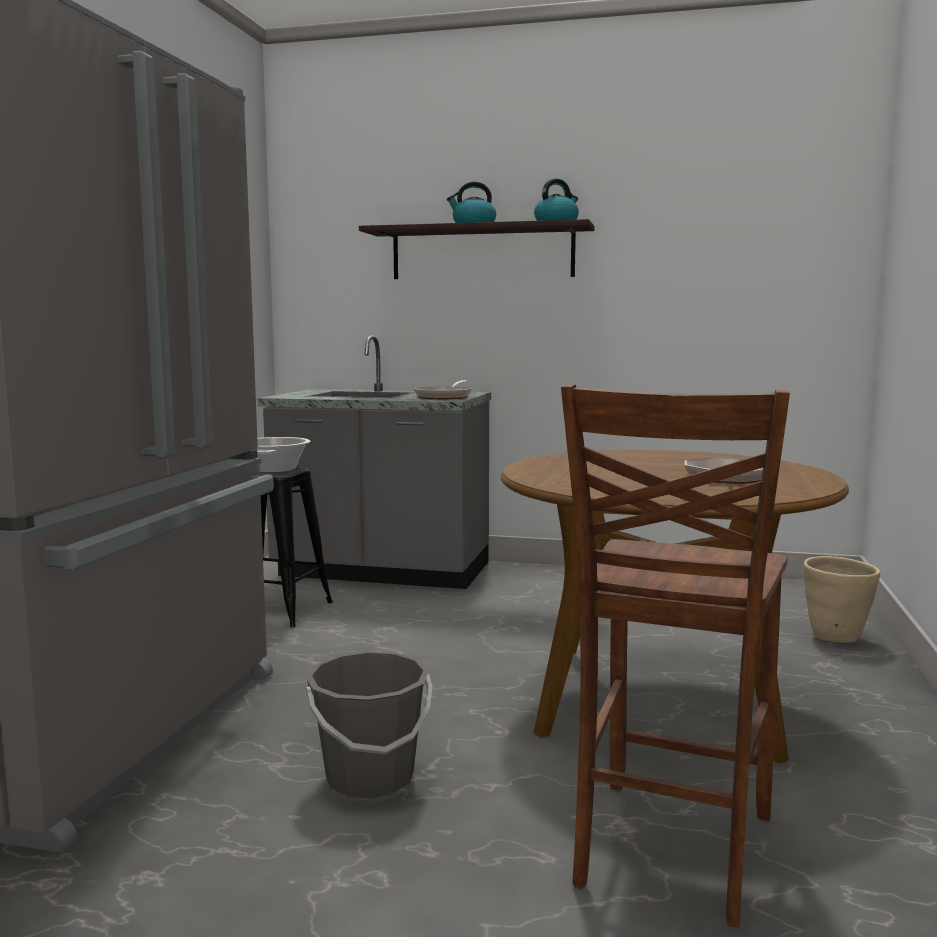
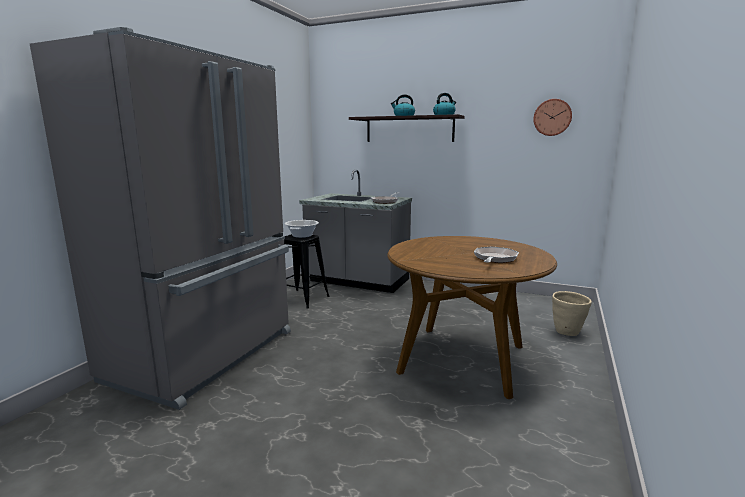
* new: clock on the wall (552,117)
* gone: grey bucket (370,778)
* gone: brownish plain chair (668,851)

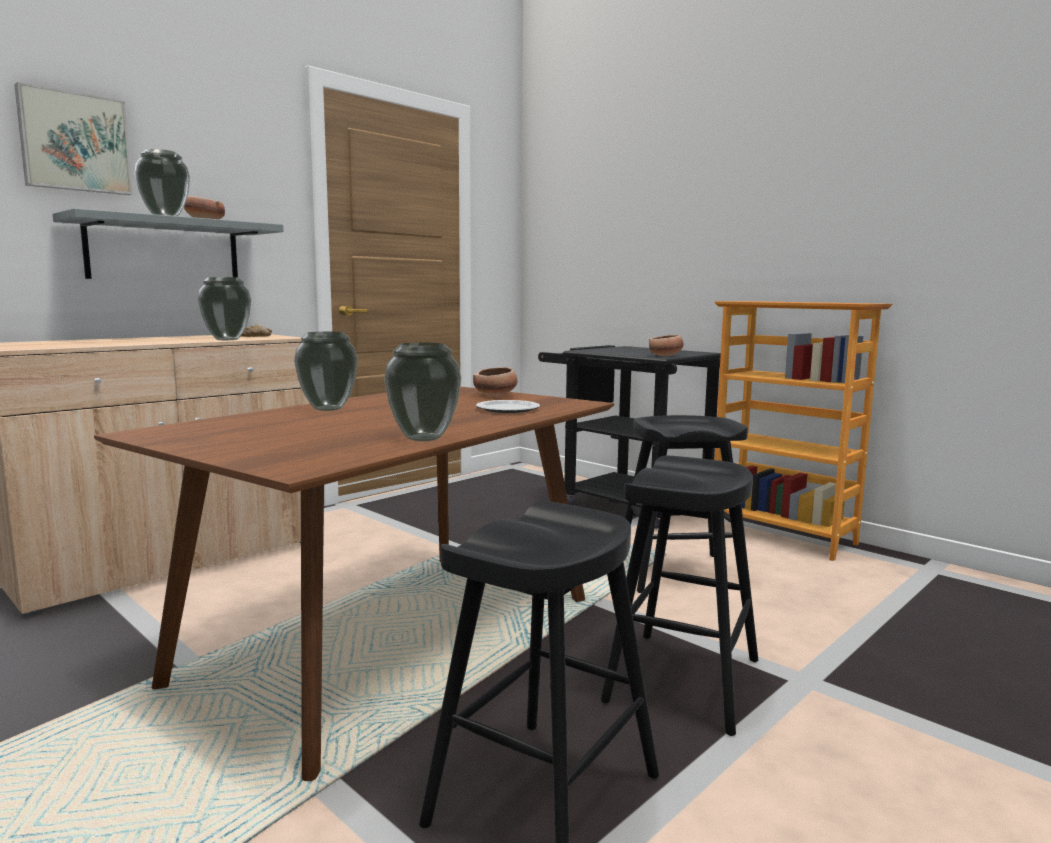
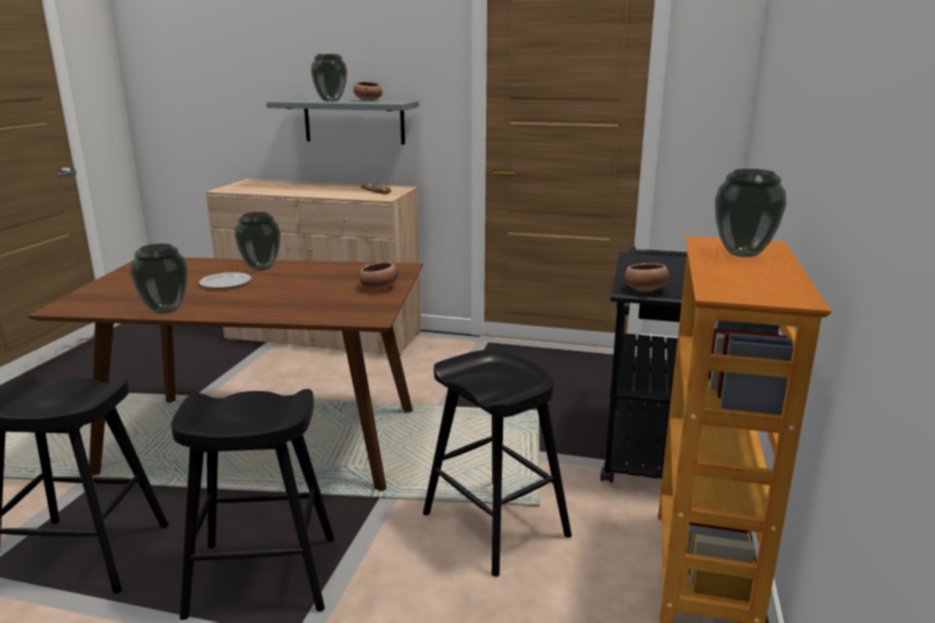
* shifted: plate (508,409) to (226,283)
* shifted: flower vase (228,339) to (744,254)
* gone: wall picture (74,142)

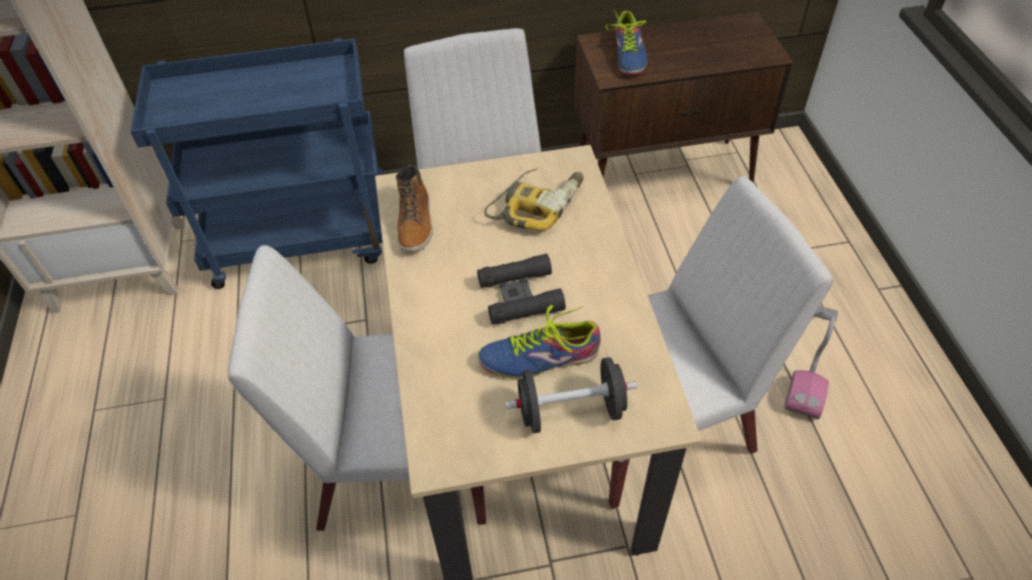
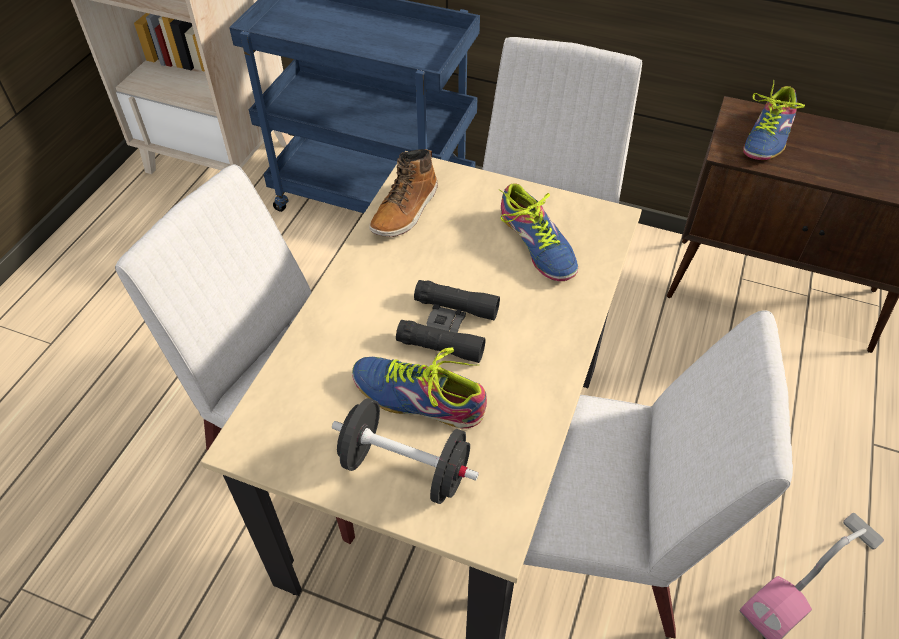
* swapped: drill (537,204) to shoe (537,244)

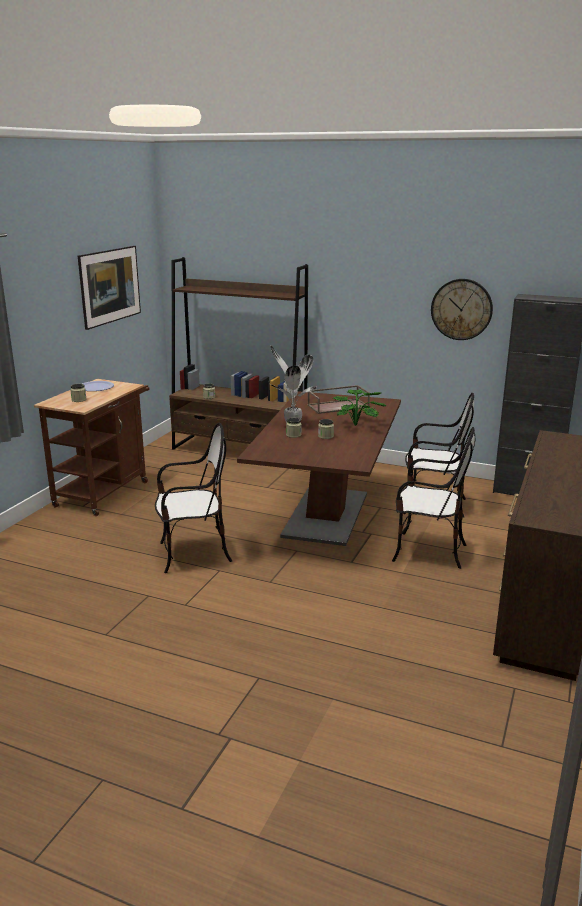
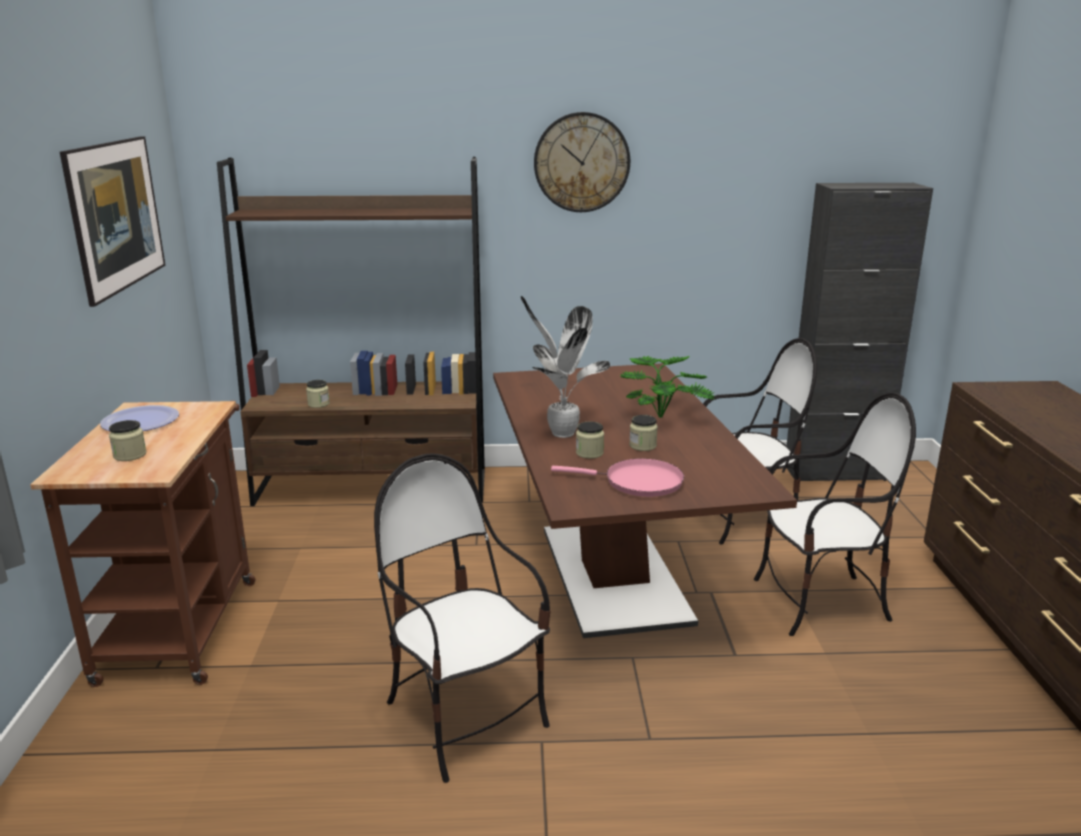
* rotated: plain chair (194,554) = (464,718) 90 degrees counterclockwise
* shifted: clock on the wall (461,309) to (581,162)
* new: pinkish skillet (638,482)
* gone: brownish serving tray (338,406)

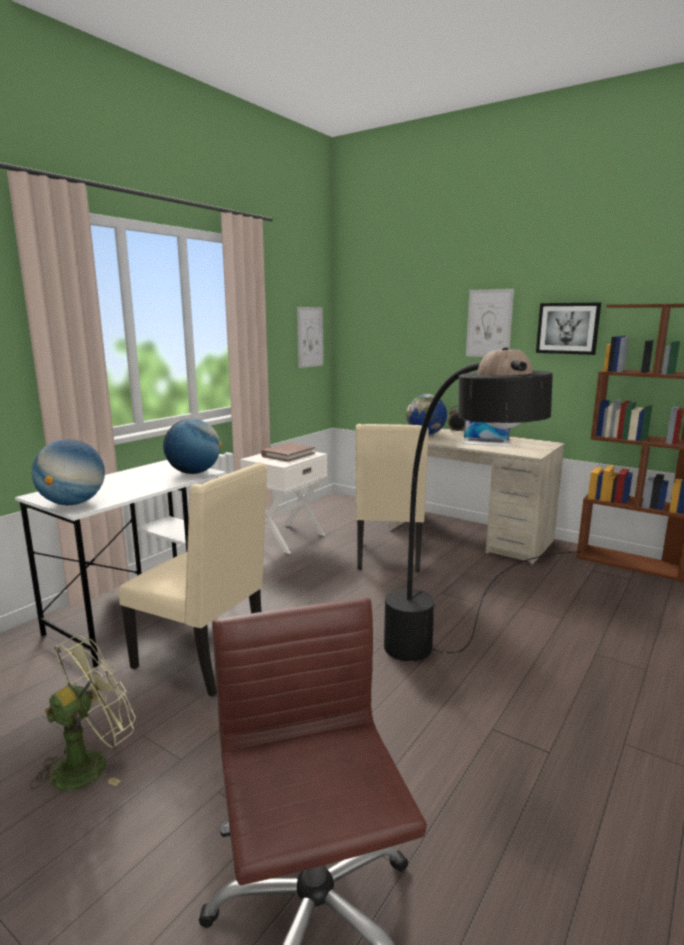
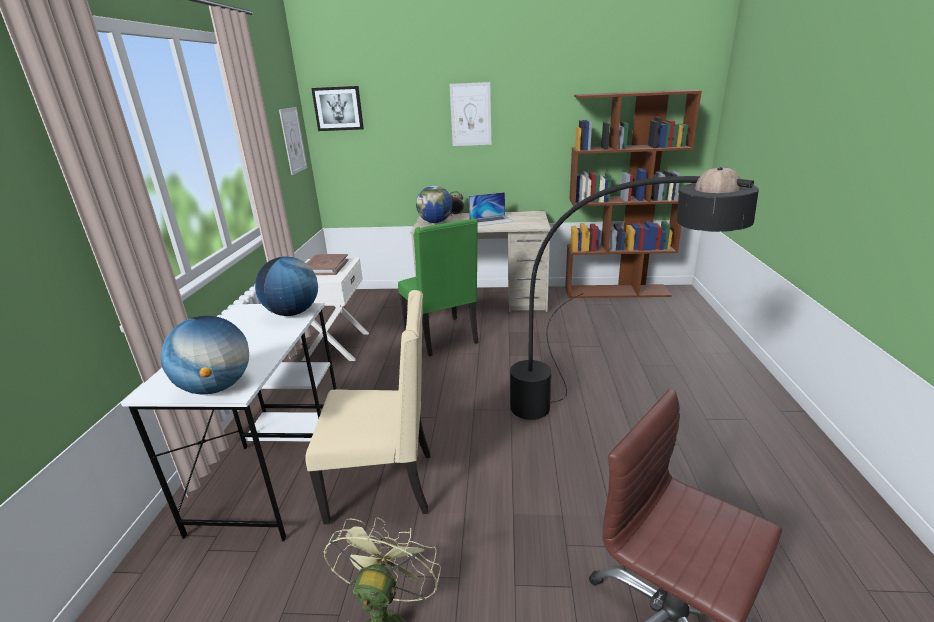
* shifted: wall picture (568,328) to (338,108)
* repainted: beige-coloured plain chair (389,557) to greenish plain chair (442,337)

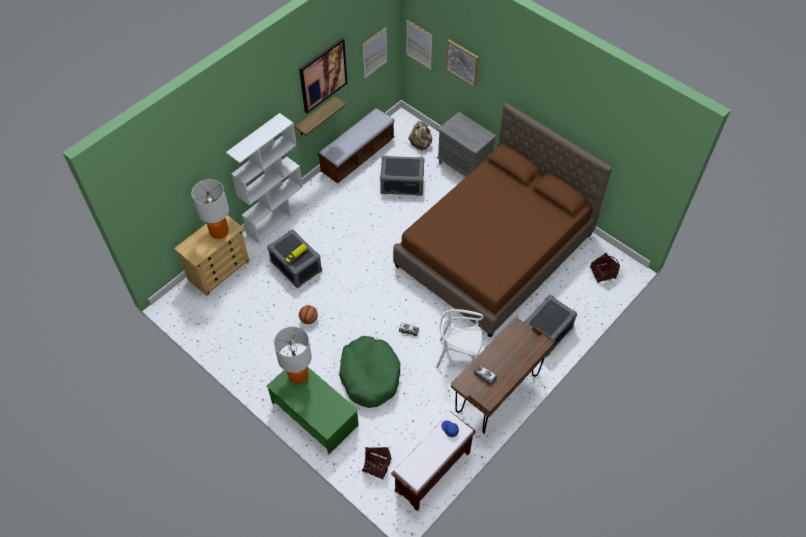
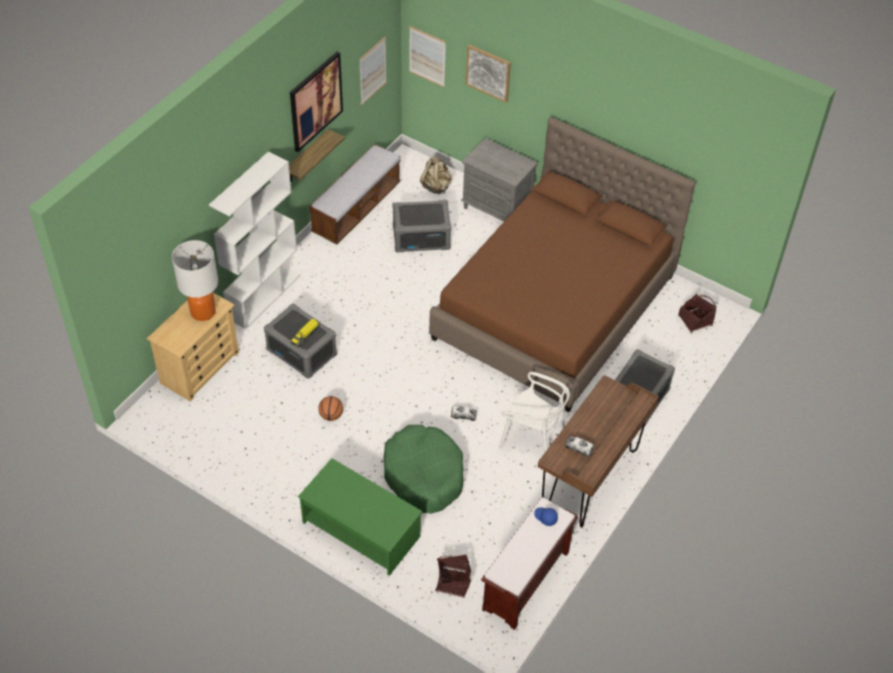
* rotated: white plain chair (458,356) = (533,439) 150 degrees counterclockwise
* gone: table lamp (298,375)

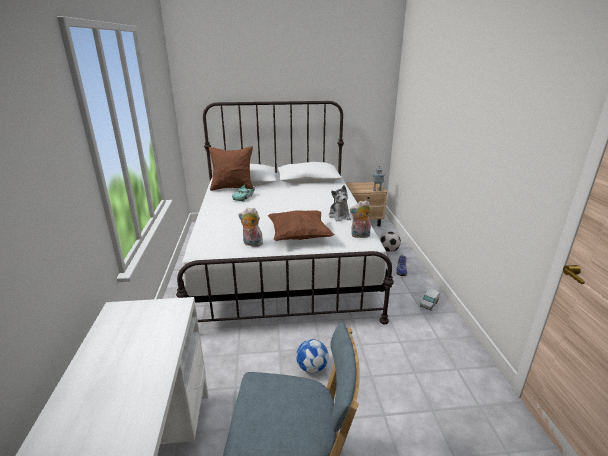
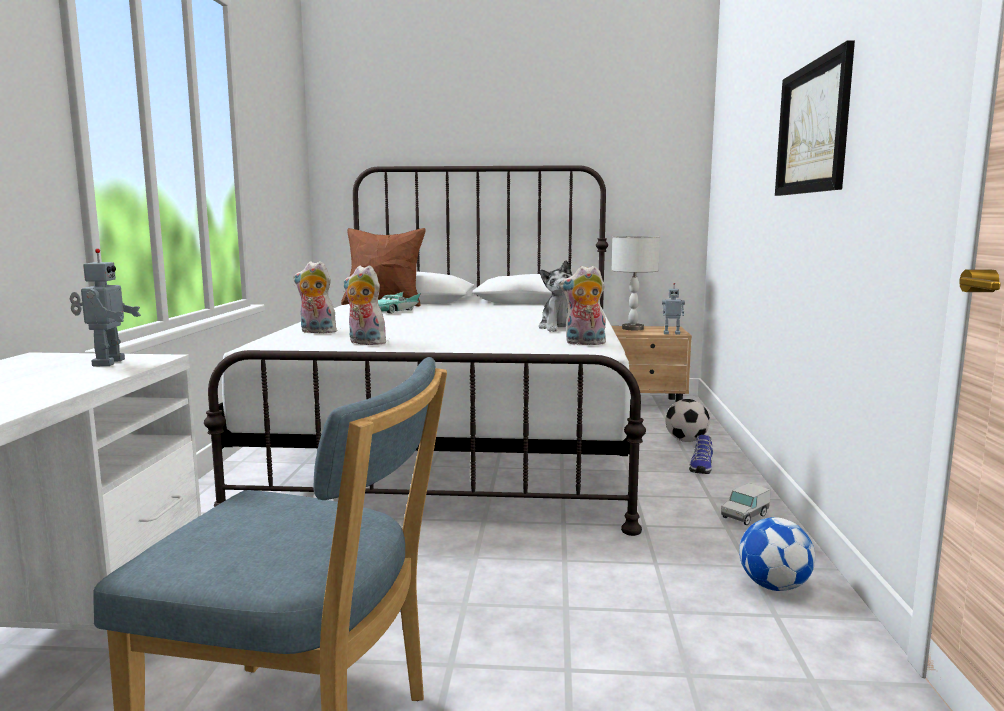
* new: model robot (106,363)
* new: cuddly toy (316,332)
* new: grey table lamp (633,328)
* shifted: football (312,367) to (774,586)
* new: wall picture (813,128)
* gone: brownish throw pillow (299,236)

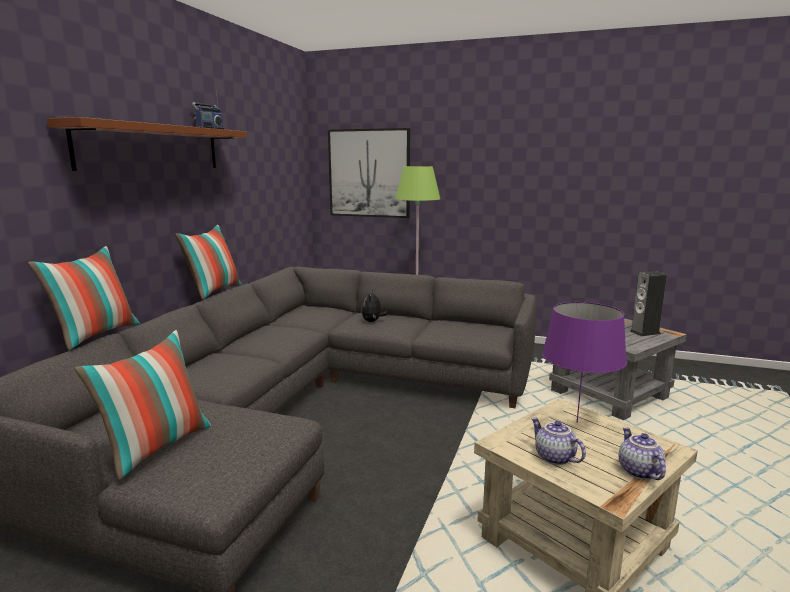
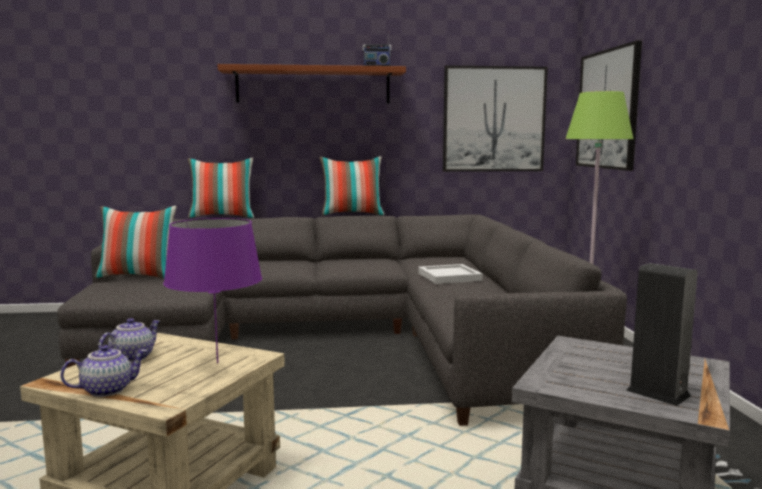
* swapped: cuddly toy (372,321) to white serving tray (449,277)
* new: wall picture (494,119)

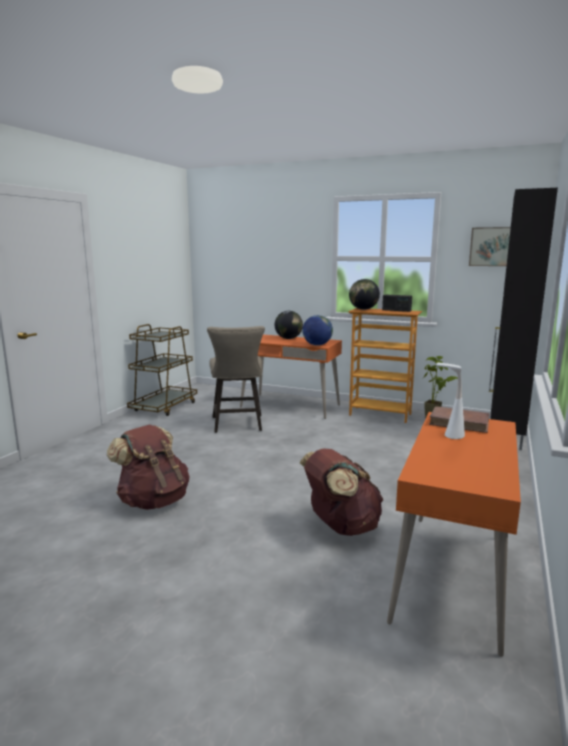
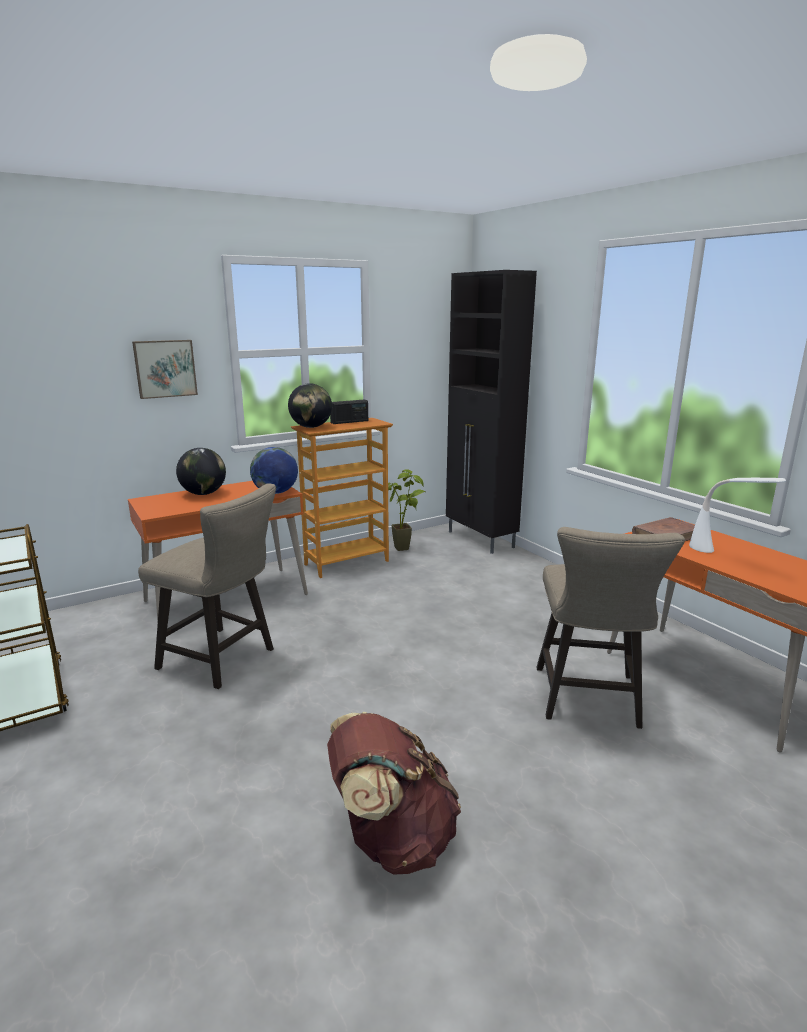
* shifted: wall picture (490,246) to (165,368)
* swapped: brownish backpack (341,526) to beige-coloured stool (589,702)

